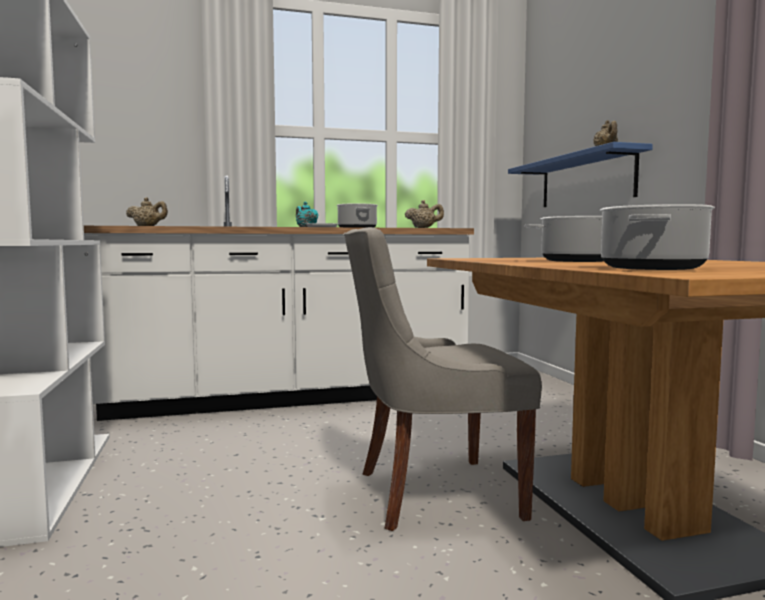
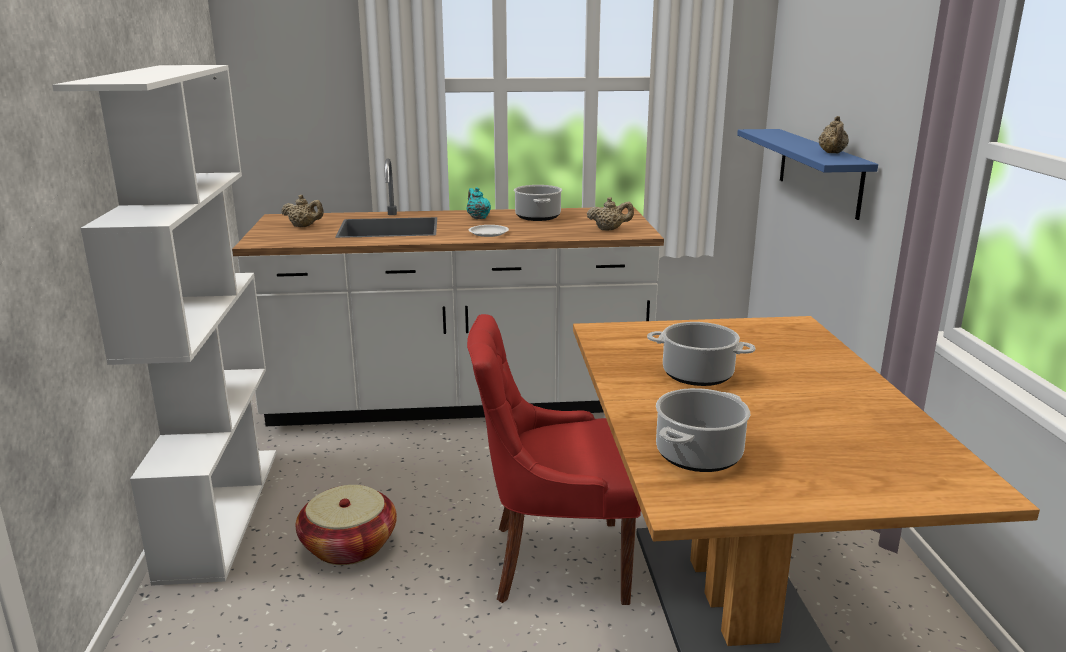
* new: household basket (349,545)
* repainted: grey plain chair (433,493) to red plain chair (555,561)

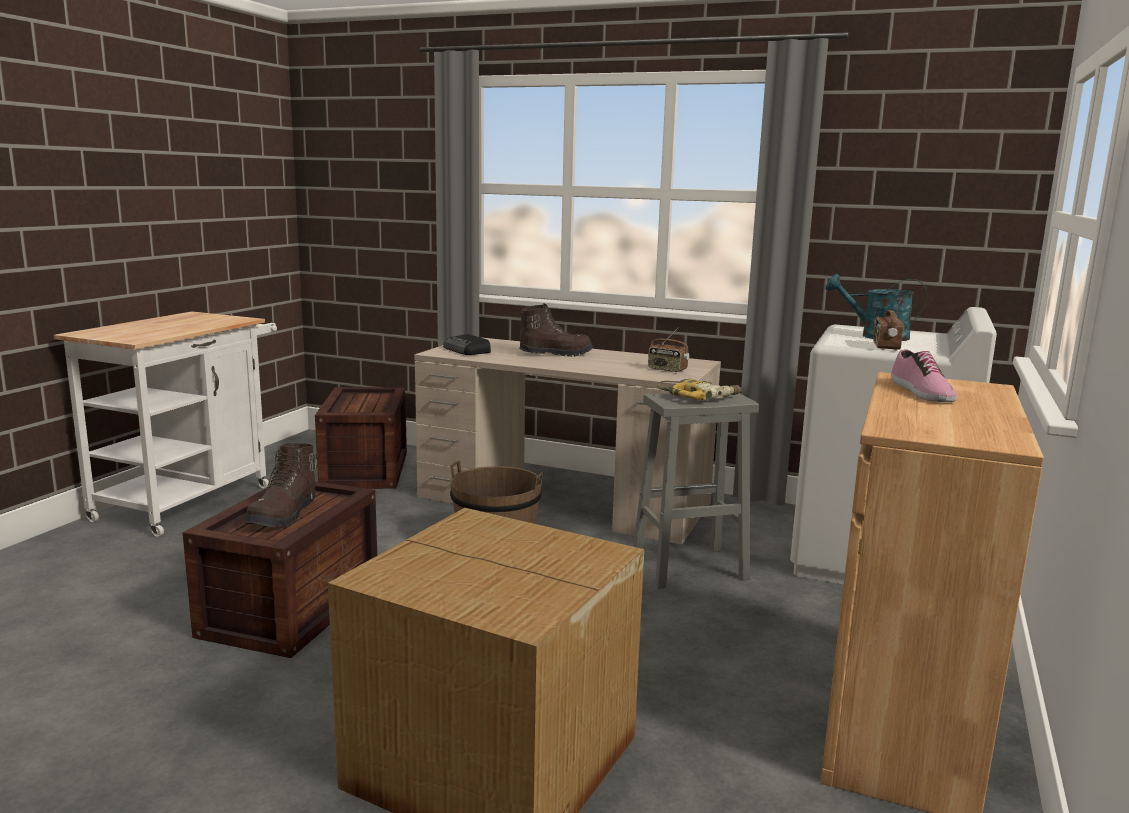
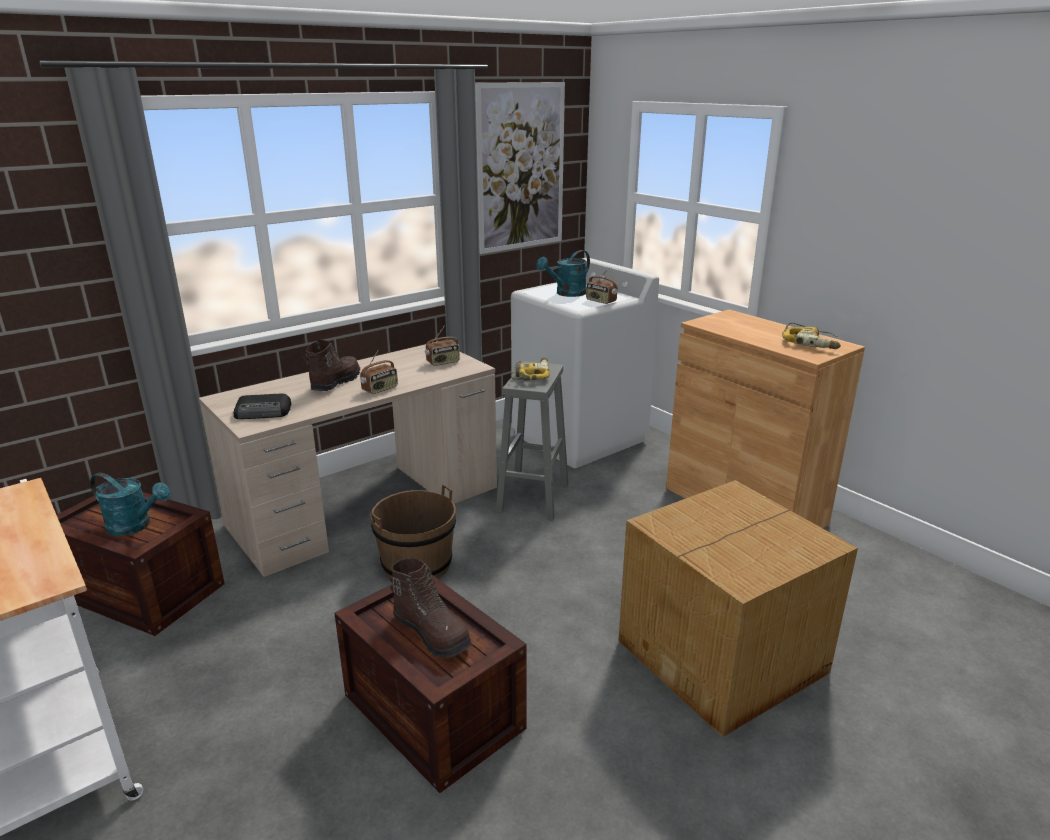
* new: turquoise-coloured sprinkling can (135,526)
* new: radio receiver (380,389)
* new: wall picture (521,168)
* new: drill (810,343)
* gone: shoe (920,392)

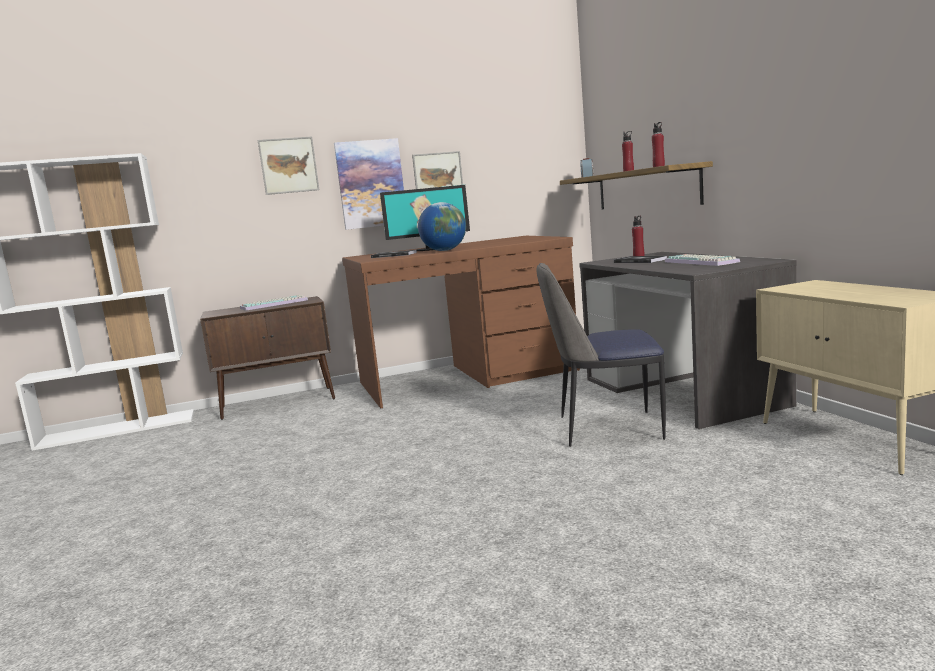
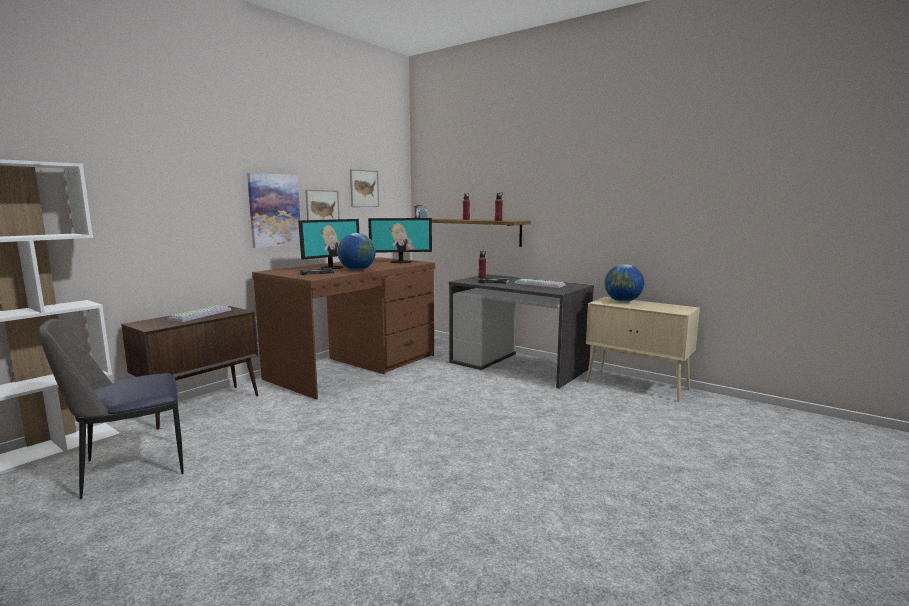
* shifted: plain chair (605,428) to (130,468)
* shifted: wall picture (288,165) to (364,188)
* new: monitor (401,262)
* new: world globe (622,301)

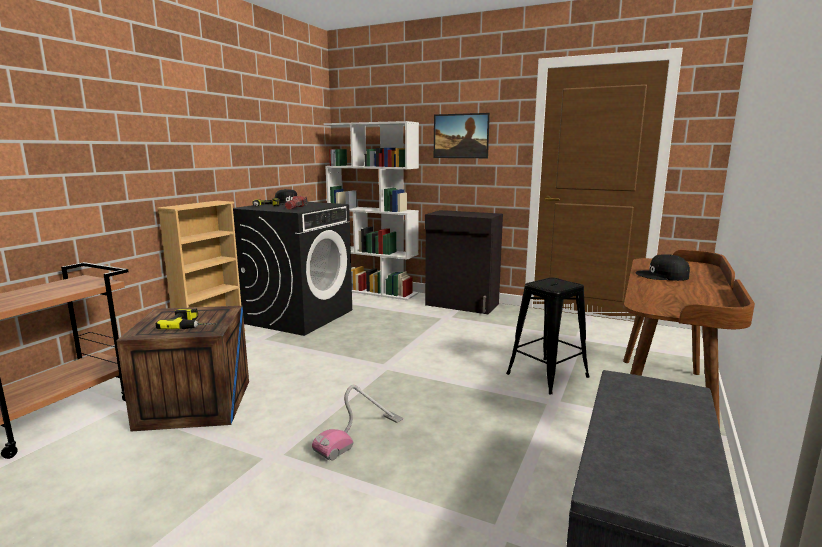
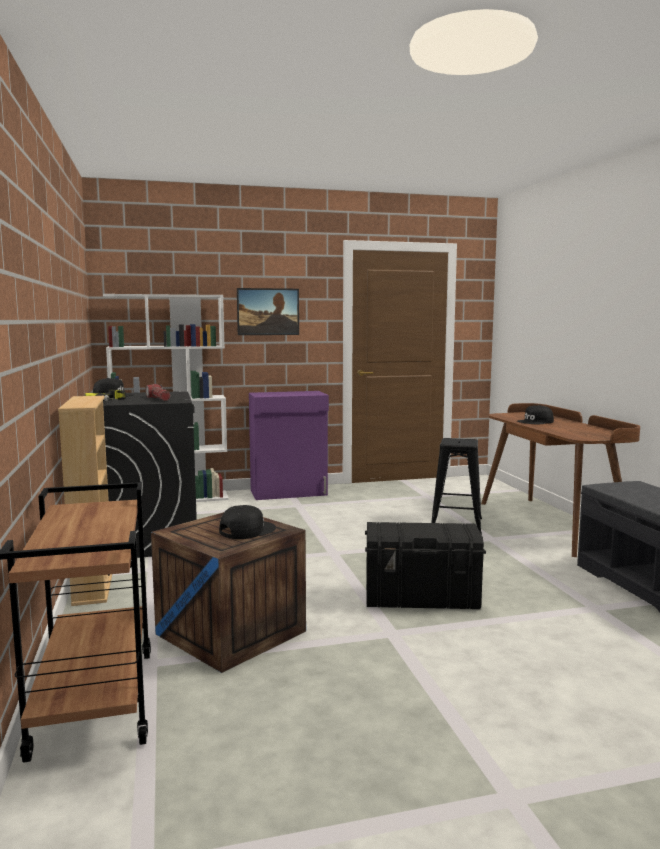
* swapped: drill (193,324) to black-coloured cap (246,530)
* repainted: black-coloured cabinet (462,305) to purplish cabinet (289,493)
* swapped: vacuum (360,436) to black-coloured storage bin (421,598)

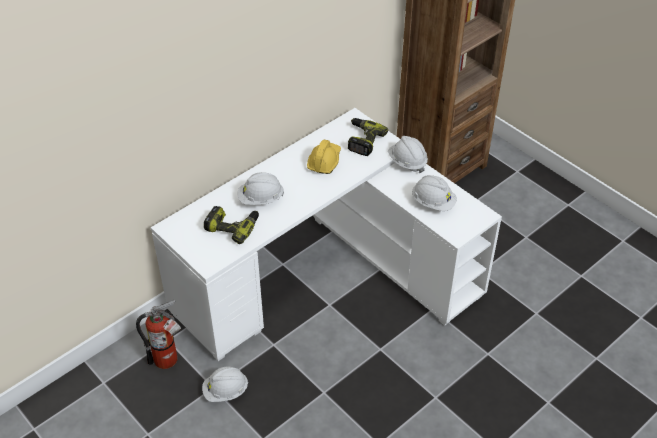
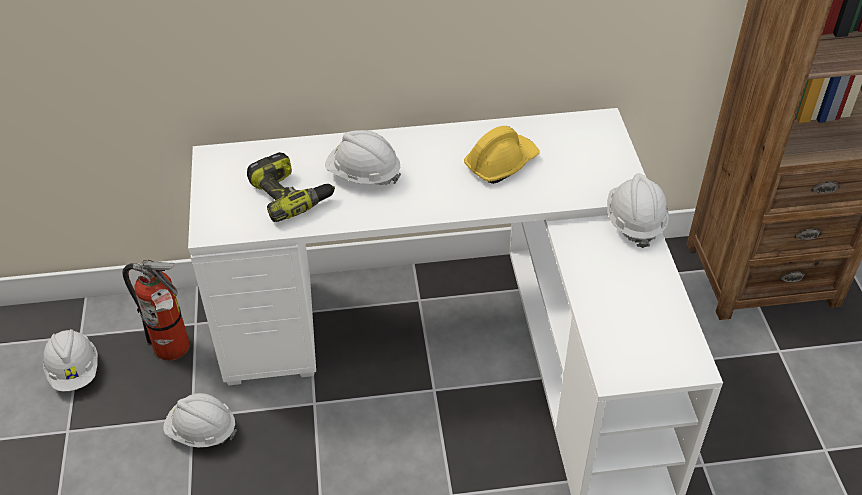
* shifted: white work helmet (433,202) to (75,371)
* gone: drill (362,140)

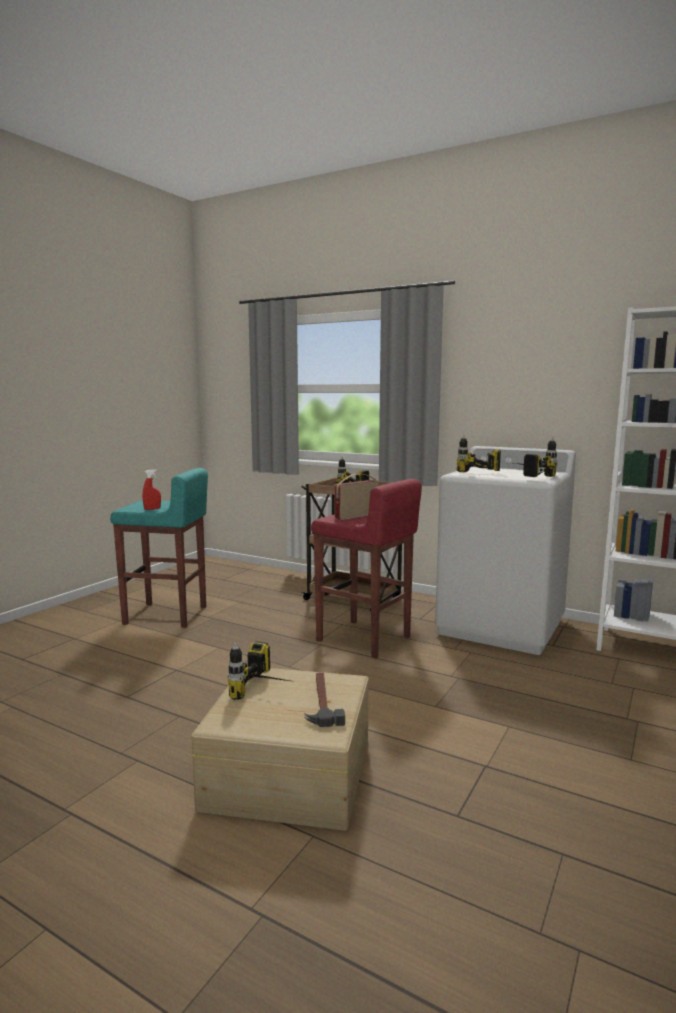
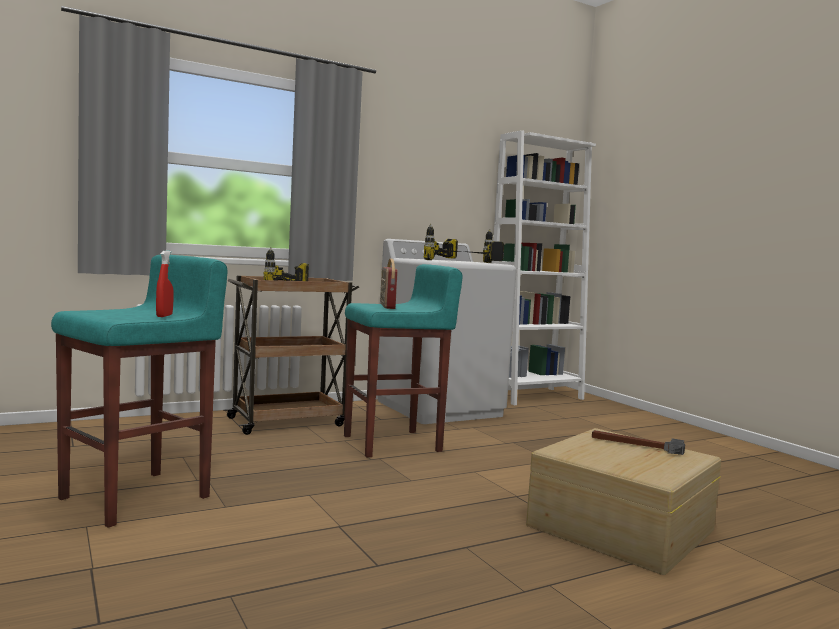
* repainted: red stool (364,639) to turquoise-coloured stool (394,444)
* gone: drill (267,690)

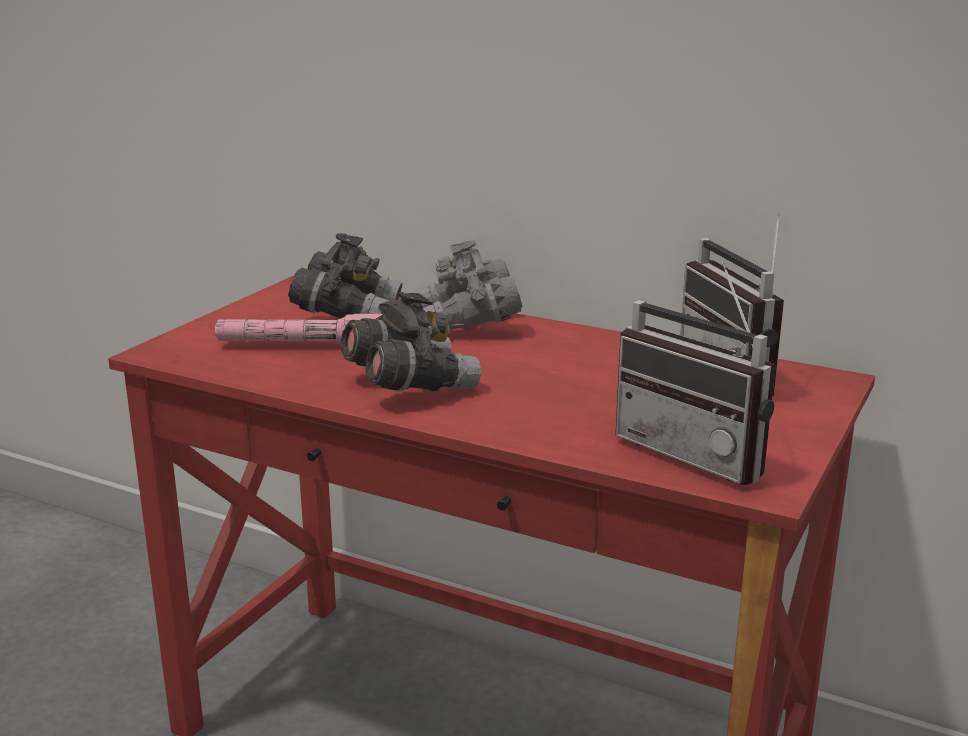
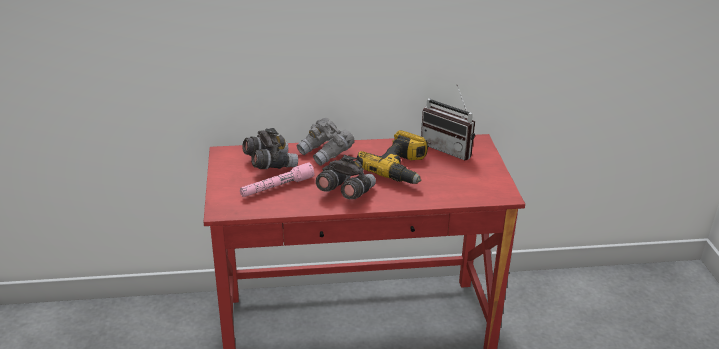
* new: drill (400,169)
* gone: radio receiver (700,453)

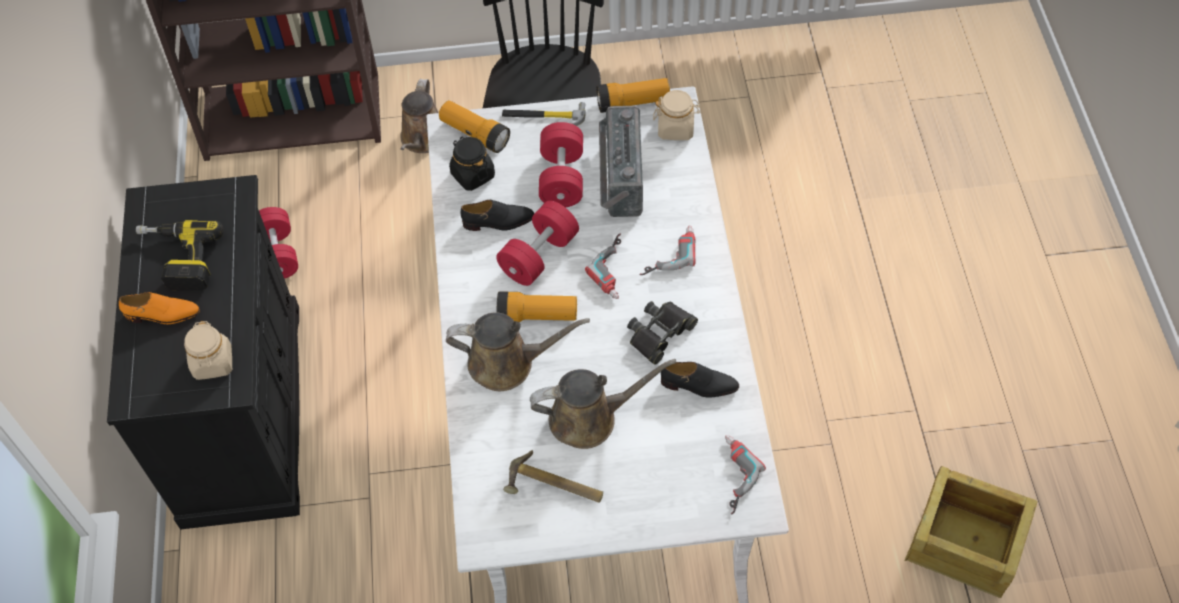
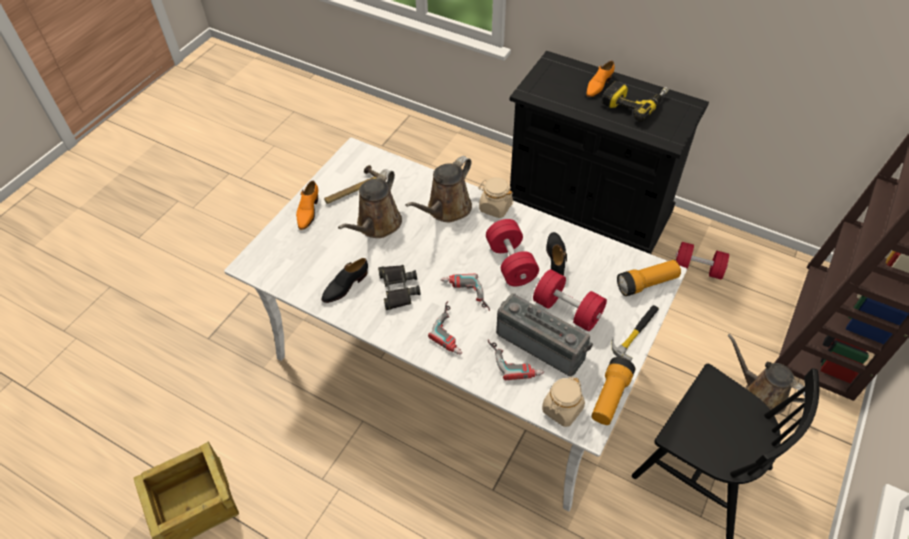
* new: orange shoe (308,211)
* shifted: beige-coloured preserve jar (213,363) to (495,207)
* shifted: drill (730,475) to (515,360)
* rotated: black-coloured shoe (498,222) = (556,257) 150 degrees clockwise
* gone: black-coloured preserve jar (472,175)
* gone: torch (537,315)

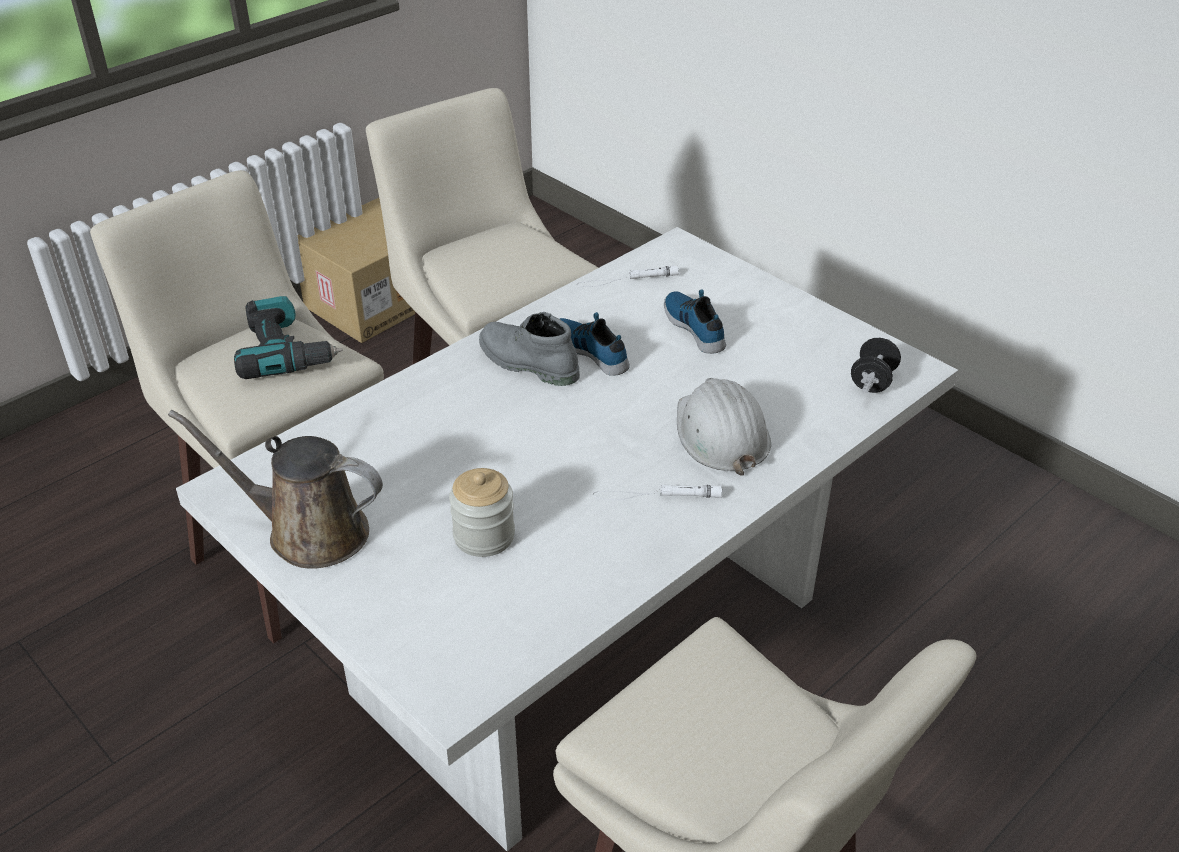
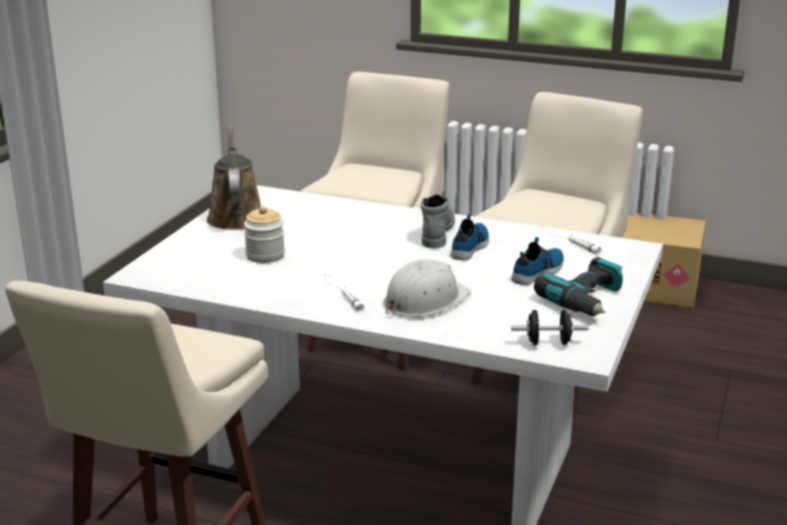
* shifted: drill (286,352) to (587,301)

